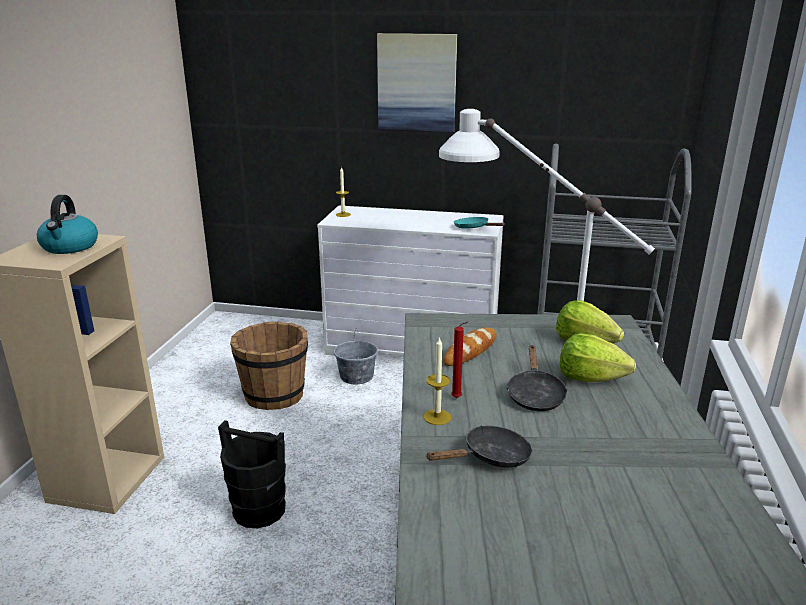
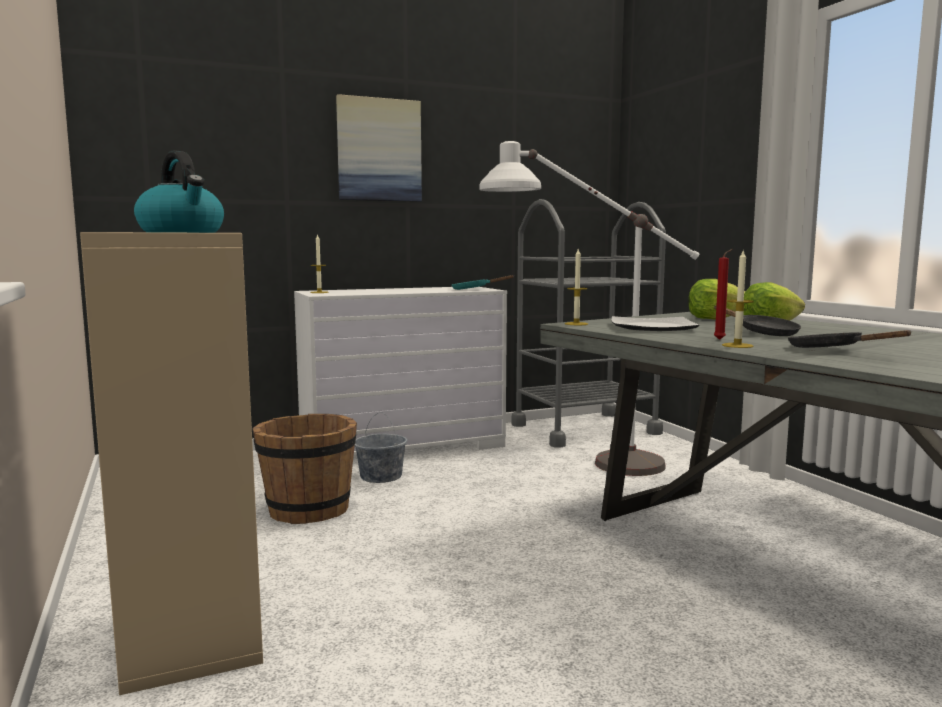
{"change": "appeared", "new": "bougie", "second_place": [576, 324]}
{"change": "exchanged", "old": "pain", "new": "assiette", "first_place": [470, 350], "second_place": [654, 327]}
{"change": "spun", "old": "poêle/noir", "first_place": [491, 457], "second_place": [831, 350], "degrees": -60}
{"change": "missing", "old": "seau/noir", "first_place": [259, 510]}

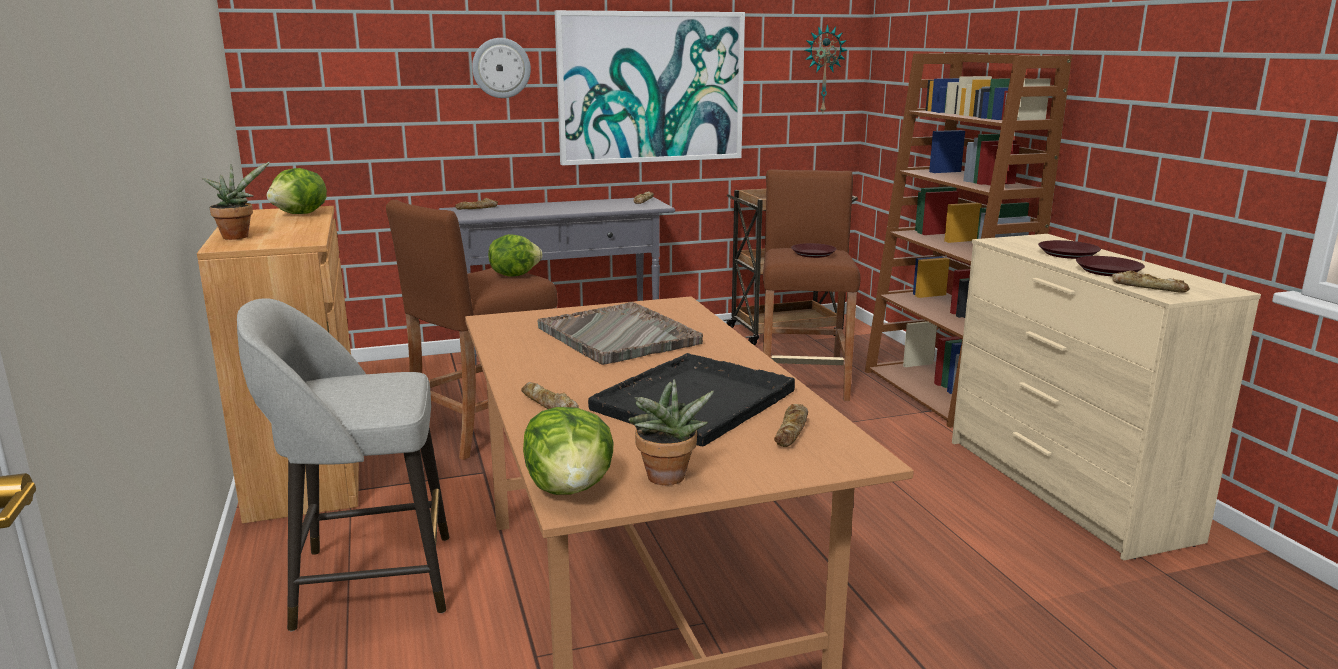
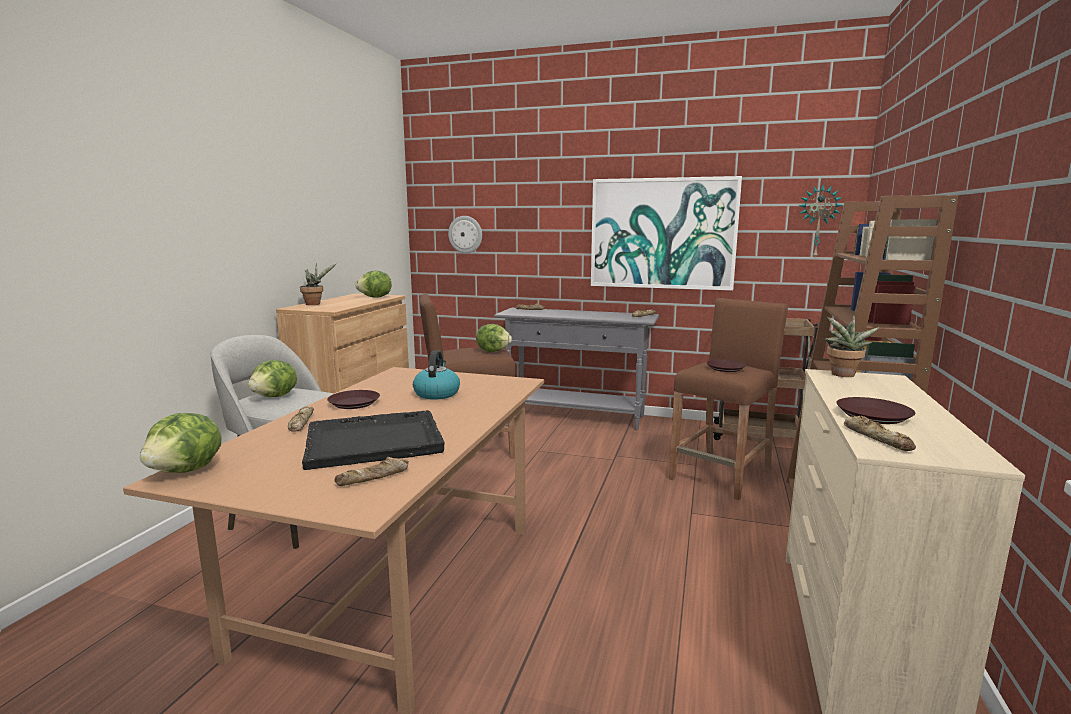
{"change": "appeared", "new": "laitue", "second_place": [275, 396]}
{"change": "relocated", "old": "assiette/marron", "first_place": [1068, 254], "second_place": [354, 403]}
{"change": "exchanged", "old": "plateau/gris", "new": "bouilloire", "first_place": [618, 336], "second_place": [436, 393]}
{"change": "relocated", "old": "horloge murale", "first_place": [501, 68], "second_place": [465, 234]}
{"change": "relocated", "old": "plante en pot", "first_place": [666, 480], "second_place": [842, 375]}

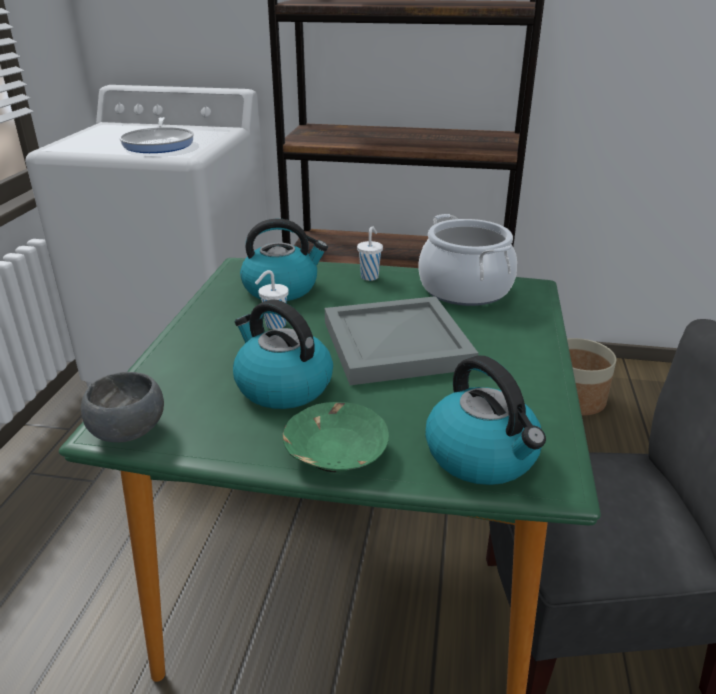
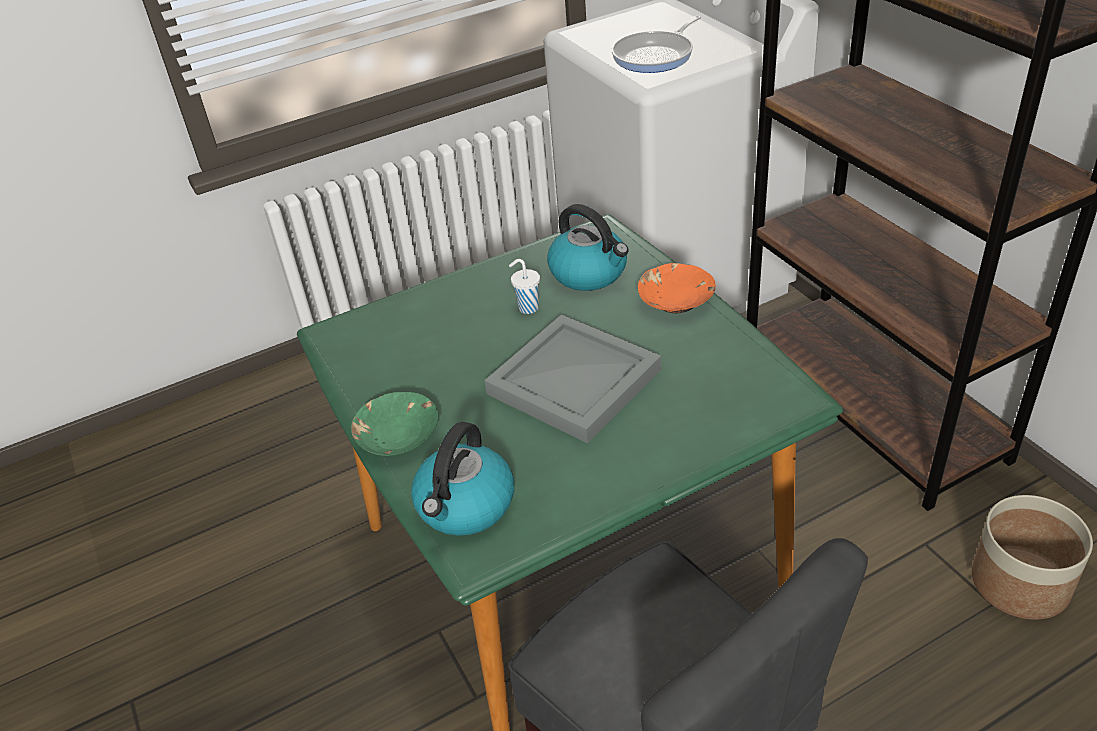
{"change": "exchanged", "old": "tasse/blanc", "new": "bol/orange", "first_place": [370, 277], "second_place": [676, 300]}
{"change": "missing", "old": "bol/gris", "first_place": [130, 431]}
{"change": "missing", "old": "bouilloire", "first_place": [282, 386]}
{"change": "missing", "old": "marmite", "first_place": [464, 289]}

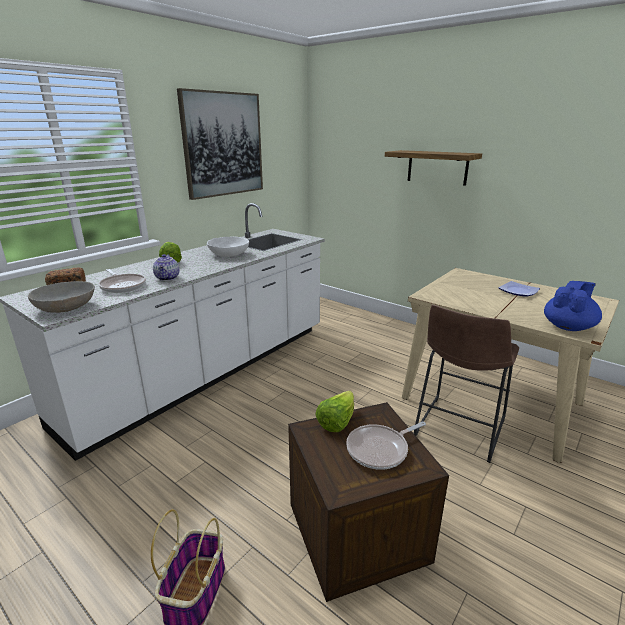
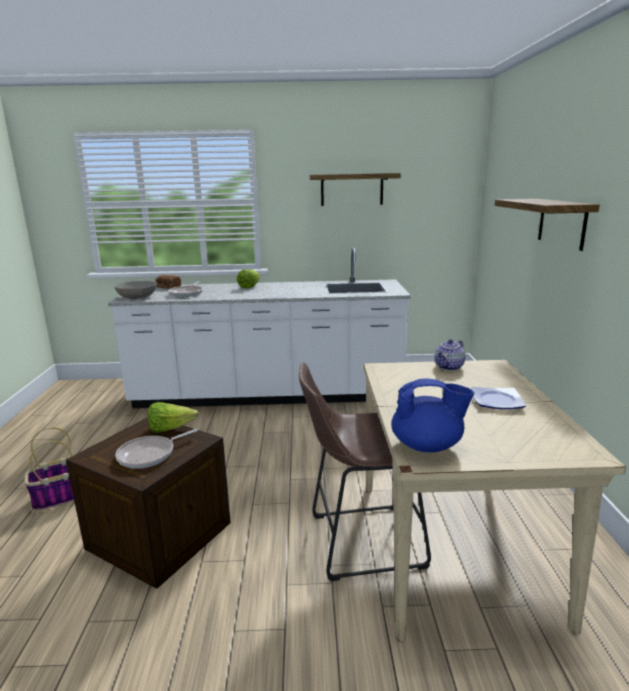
{"change": "spun", "old": "poêle", "first_place": [380, 449], "second_place": [150, 455], "degrees": -60}
{"change": "exchanged", "old": "tableau", "new": "étagère", "first_place": [223, 144], "second_place": [352, 189]}
{"change": "relocated", "old": "théière", "first_place": [168, 278], "second_place": [449, 367]}
{"change": "missing", "old": "bol/blanc", "first_place": [228, 254]}

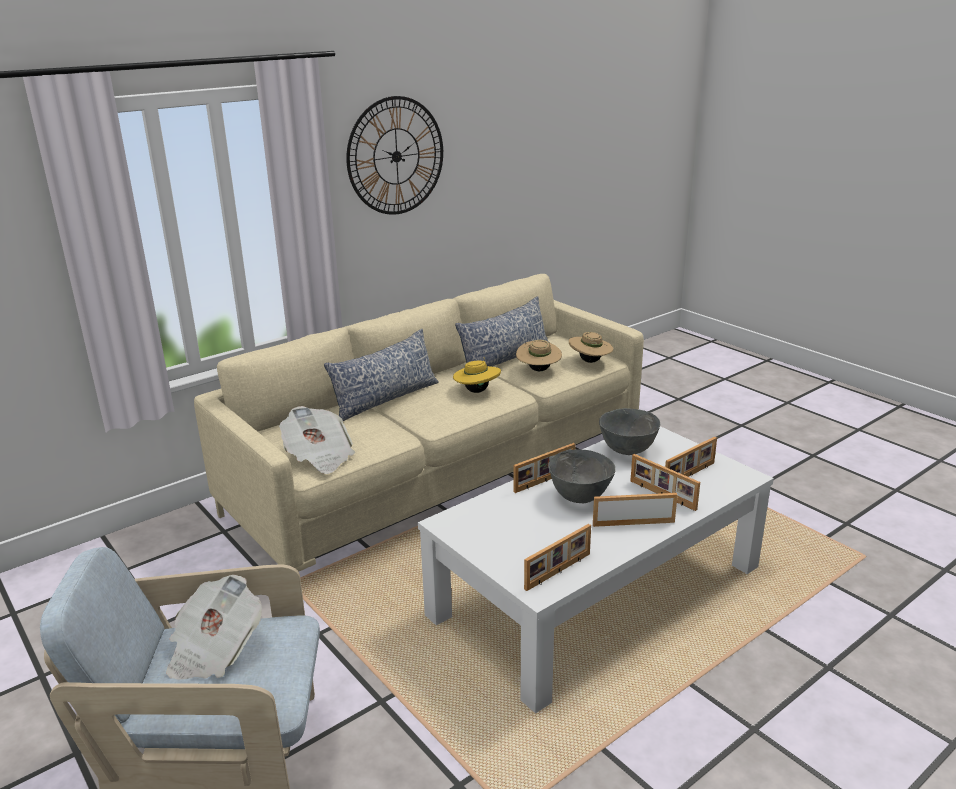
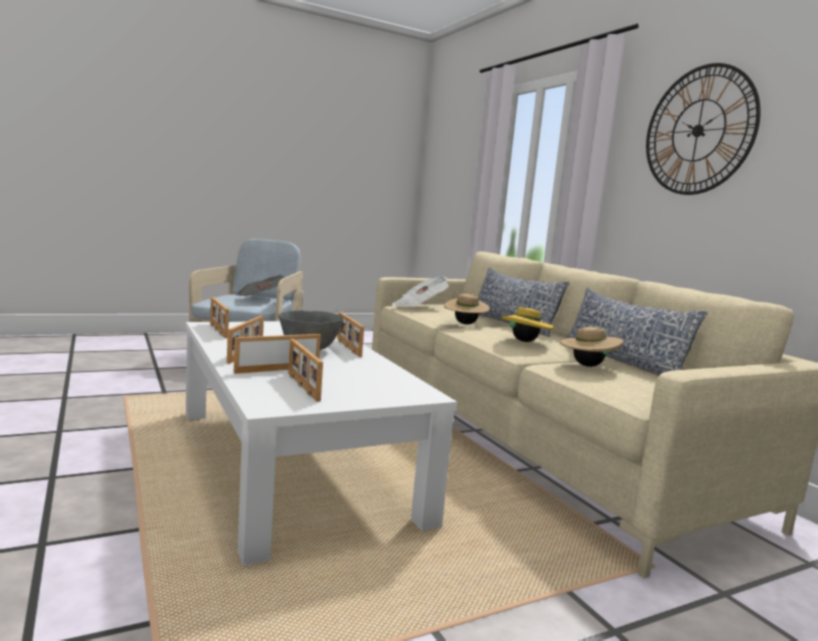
{"change": "relocated", "old": "chapeau/beige", "first_place": [590, 361], "second_place": [464, 324]}
{"change": "missing", "old": "bol/gris", "first_place": [627, 450]}

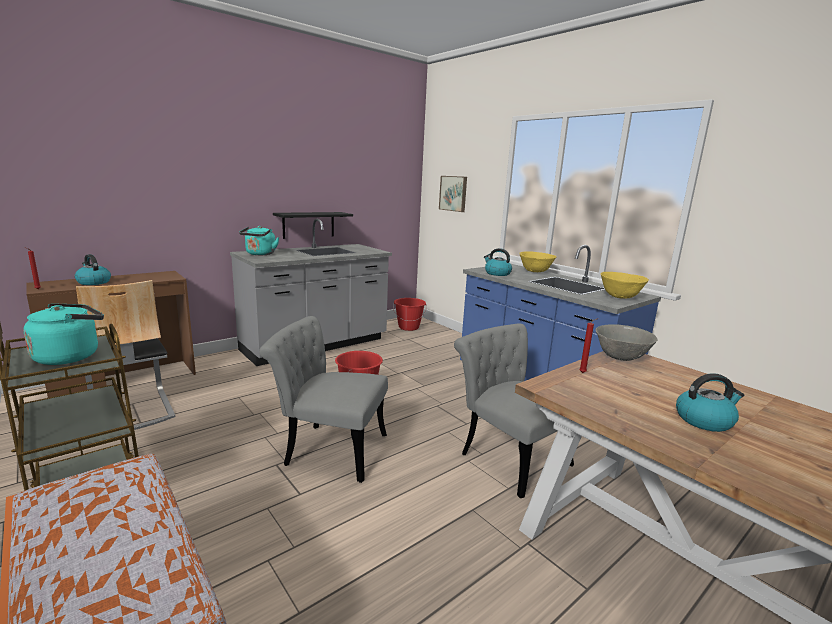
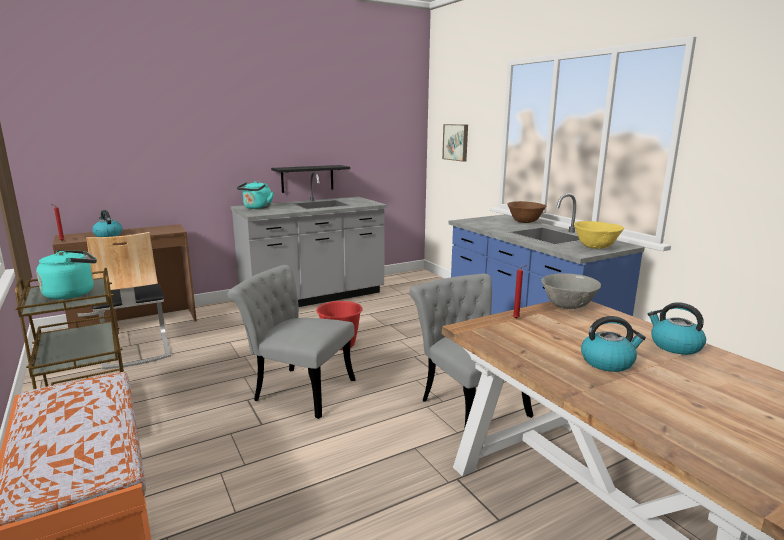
{"change": "colour", "old": "bol/jaune", "new": "bol/marron", "first_place": [535, 271], "second_place": [525, 222]}
{"change": "relocated", "old": "bouilloire", "first_place": [497, 273], "second_place": [674, 346]}
{"change": "missing", "old": "seau/rouge", "first_place": [408, 327]}

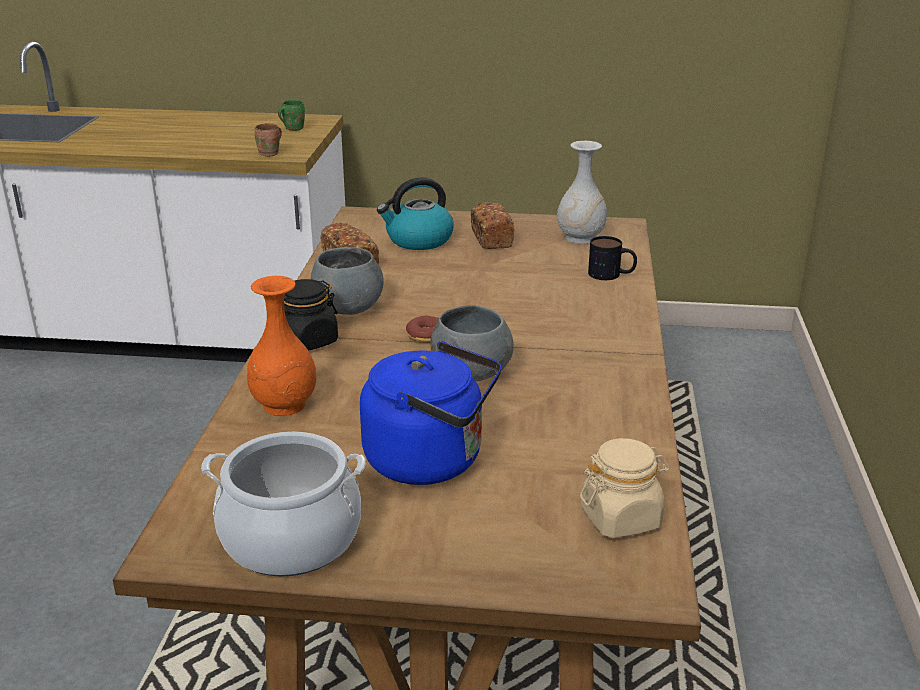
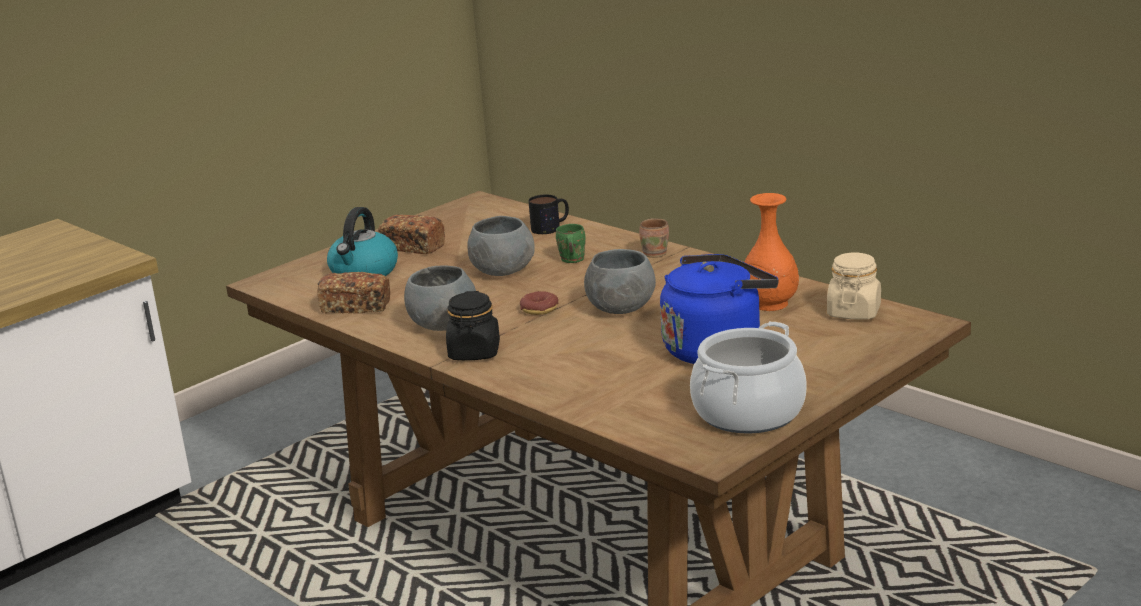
{"change": "appeared", "new": "bol/gris", "second_place": [502, 271]}
{"change": "relocated", "old": "mug/vert", "first_place": [292, 128], "second_place": [571, 260]}
{"change": "relocated", "old": "mug/marron", "first_place": [271, 153], "second_place": [655, 253]}
{"change": "relocated", "old": "vase/orange", "first_place": [283, 405], "second_place": [769, 304]}
{"change": "missing", "old": "vase/blanc", "first_place": [581, 238]}

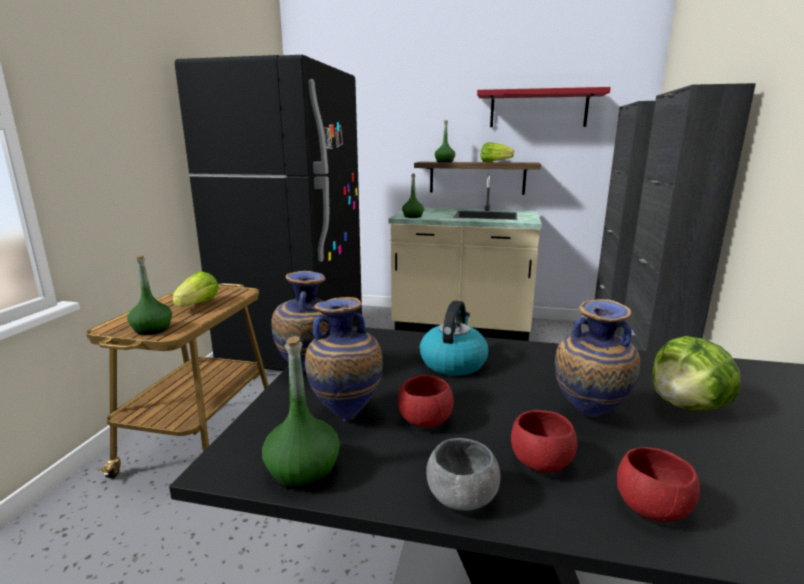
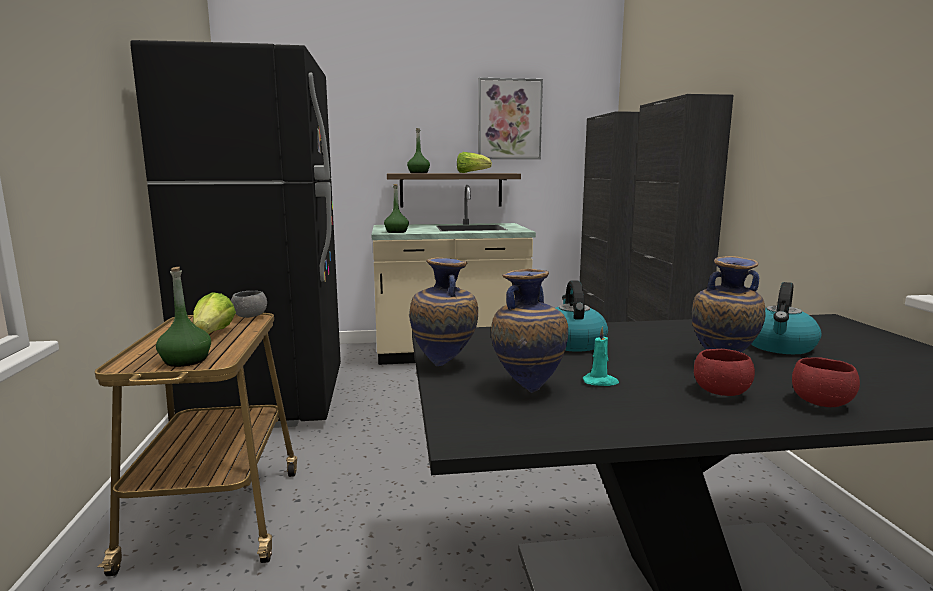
{"change": "relocated", "old": "bol/gris", "first_place": [461, 497], "second_place": [250, 316]}
{"change": "exchanged", "old": "étagère/rouge", "new": "tableau", "first_place": [538, 109], "second_place": [509, 119]}
{"change": "exchanged", "old": "bol/rouge", "new": "bougie/turquoise", "first_place": [425, 420], "second_place": [600, 382]}
{"change": "exchanged", "old": "laitue", "new": "bouilloire", "first_place": [687, 406], "second_place": [779, 346]}
{"change": "missing", "old": "bouteille/vert", "first_place": [303, 471]}

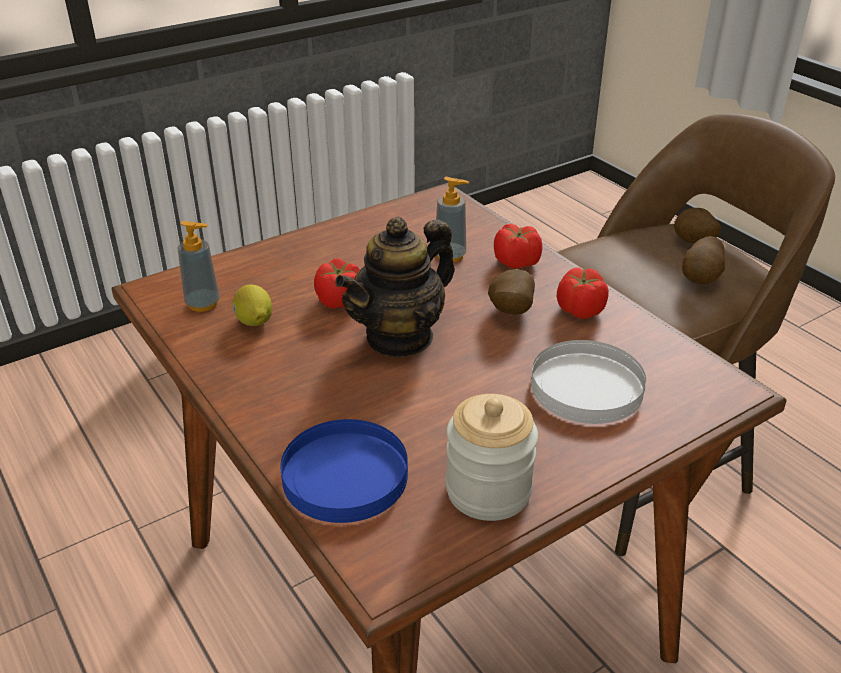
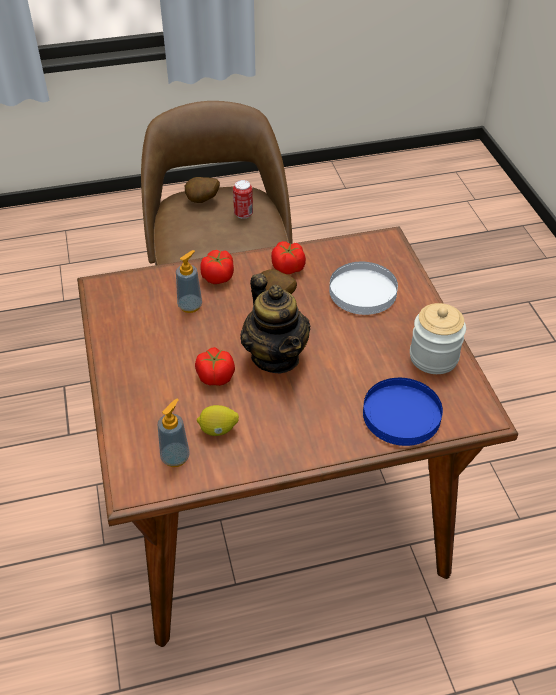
{"change": "exchanged", "old": "pomme de terre", "new": "boîte métallique", "first_place": [701, 279], "second_place": [243, 214]}

